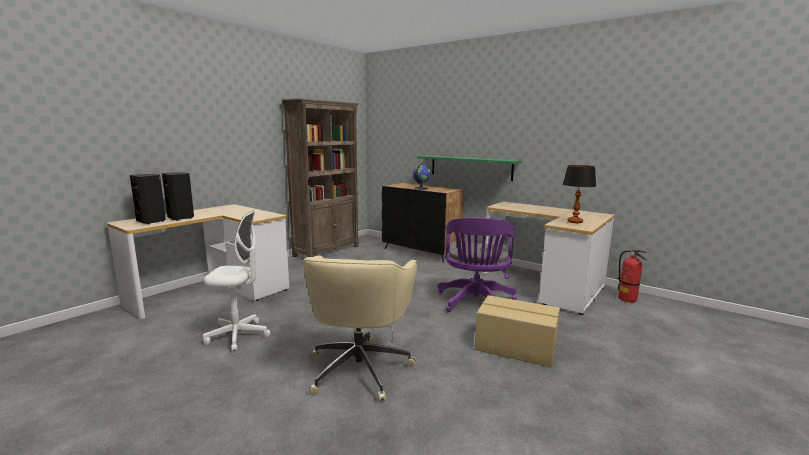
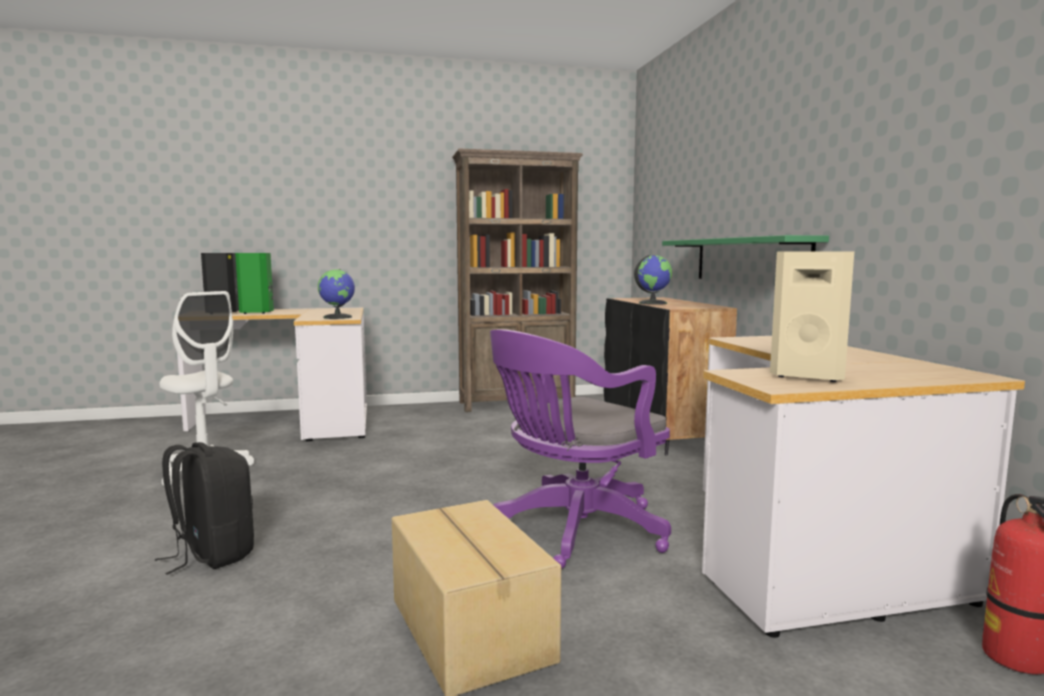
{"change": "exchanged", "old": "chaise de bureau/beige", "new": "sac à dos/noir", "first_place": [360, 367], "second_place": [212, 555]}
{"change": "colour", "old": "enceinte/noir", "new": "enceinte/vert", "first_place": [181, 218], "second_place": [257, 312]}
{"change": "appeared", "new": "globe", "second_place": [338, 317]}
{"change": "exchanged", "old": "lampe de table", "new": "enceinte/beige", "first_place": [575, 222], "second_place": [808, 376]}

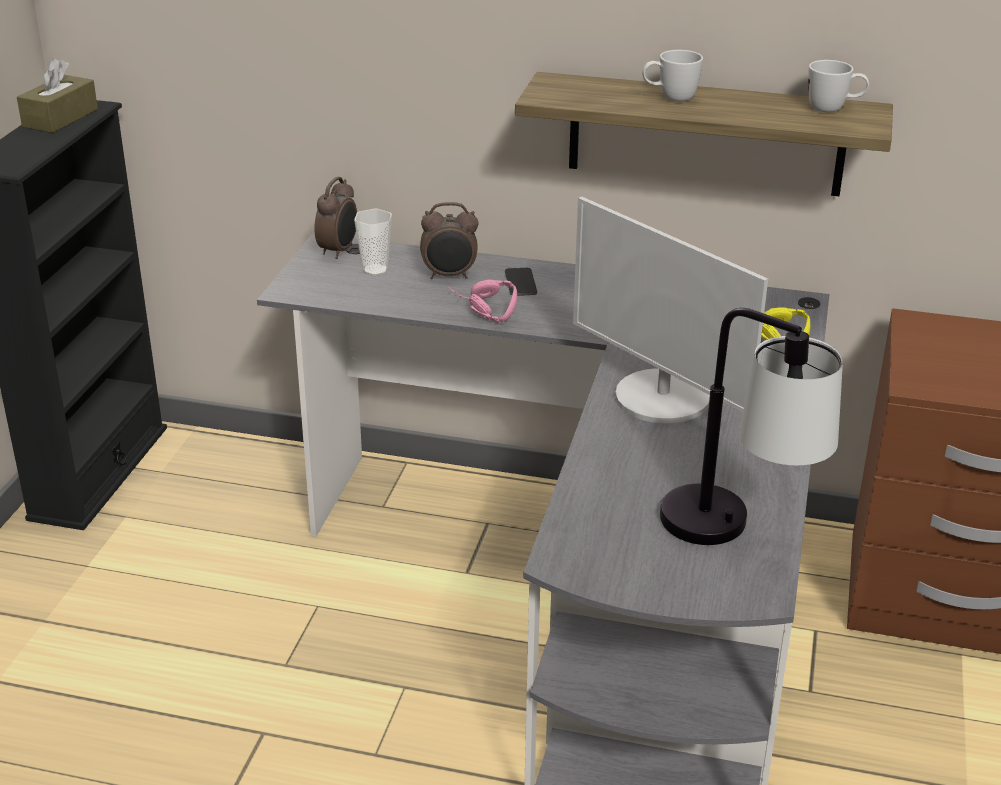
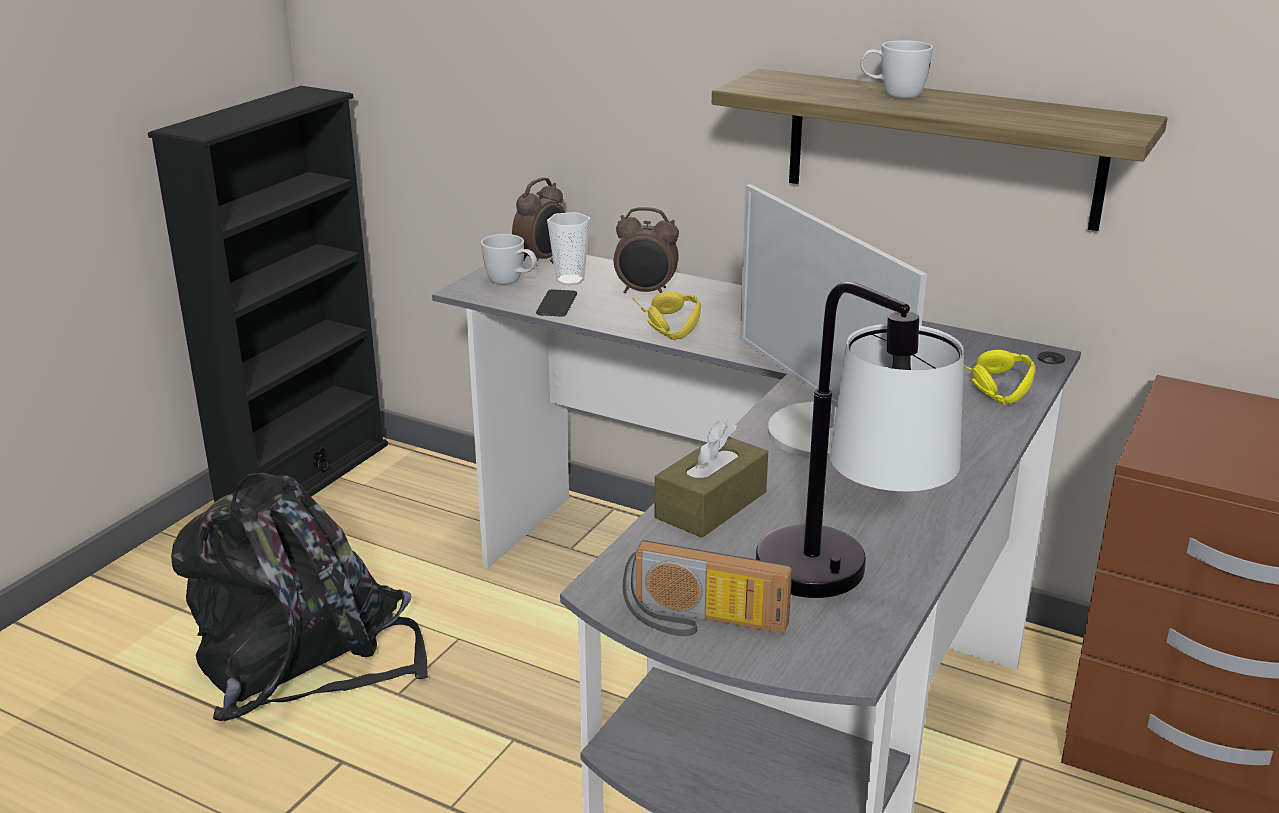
{"change": "appeared", "new": "sac à dos/noir", "second_place": [304, 659]}
{"change": "relocated", "old": "mug/blanc", "first_place": [834, 110], "second_place": [511, 283]}
{"change": "relocated", "old": "téléphone", "first_place": [520, 283], "second_place": [556, 304]}
{"change": "appeared", "new": "radio", "second_place": [701, 623]}
{"change": "colour", "old": "casque audio/rose", "new": "casque audio/jaune", "first_place": [477, 311], "second_place": [657, 327]}
{"change": "relocated", "old": "boîte à mouchoirs/marron", "first_place": [60, 118], "second_place": [711, 505]}

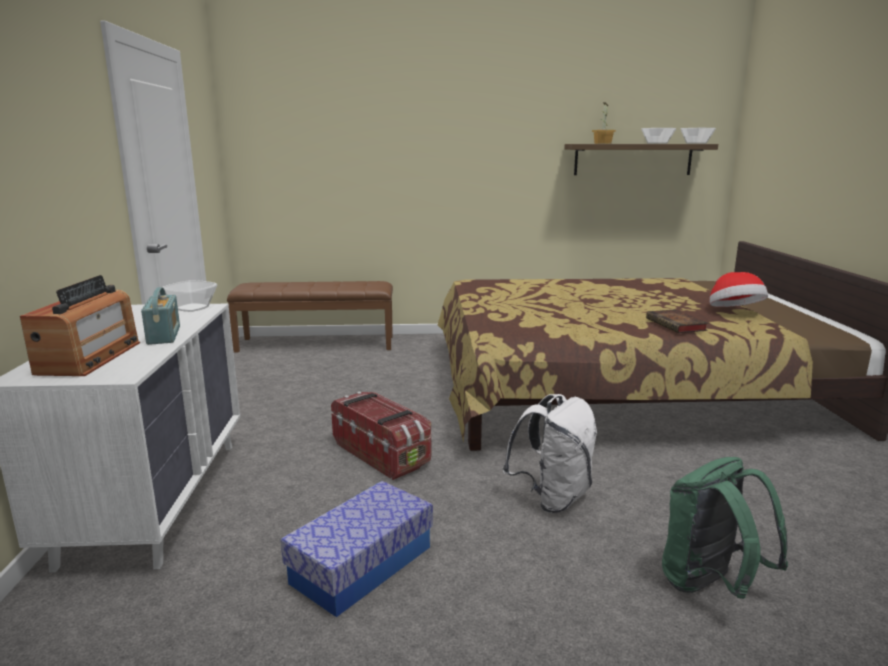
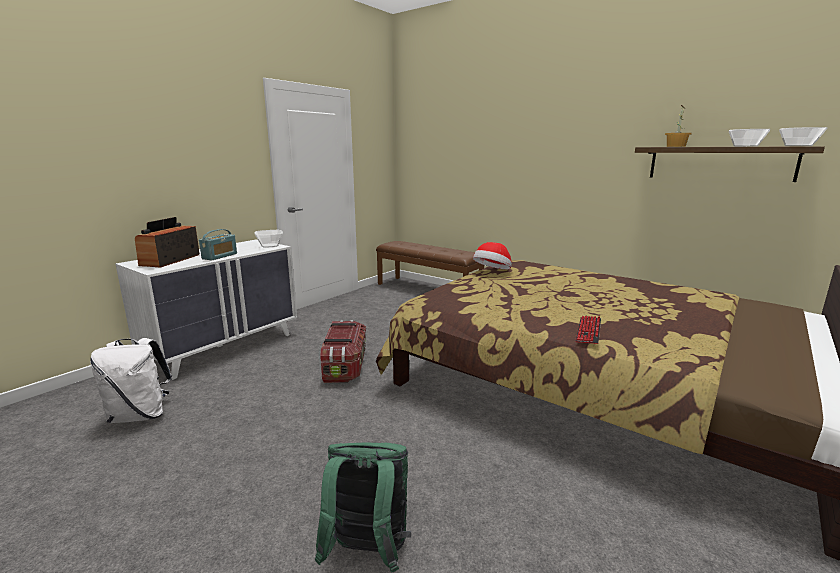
{"change": "relocated", "old": "sac à dos/blanc", "first_place": [552, 498], "second_place": [140, 415]}
{"change": "spun", "old": "radio", "first_place": [90, 358], "second_place": [170, 260], "degrees": 150}
{"change": "relocated", "old": "chapeau", "first_place": [734, 312], "second_place": [492, 272]}
{"change": "exchanged", "old": "livre", "new": "clavier", "first_place": [677, 325], "second_place": [588, 331]}
{"change": "missing", "old": "boîte de rangement", "first_place": [362, 565]}

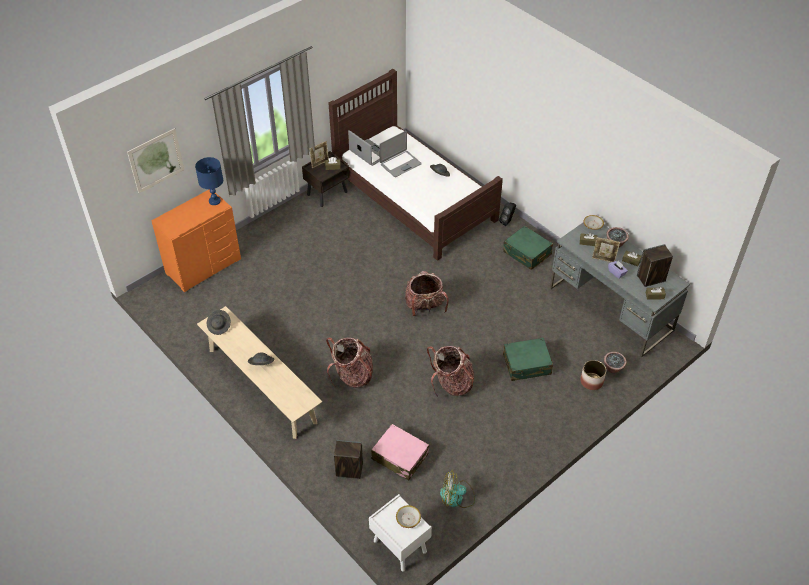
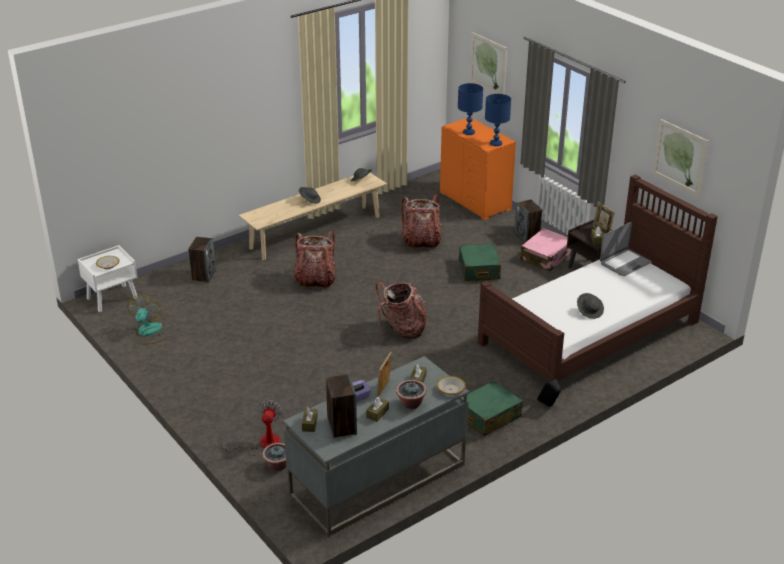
{"change": "exchanged", "old": "cache-pot", "new": "ventilateur", "first_place": [591, 381], "second_place": [262, 444]}
{"change": "relocated", "old": "sac à dos", "first_place": [451, 384], "second_place": [421, 241]}
{"change": "appeared", "new": "lampe de table/bleu", "second_place": [469, 132]}
{"change": "relocated", "old": "valise/vert", "first_place": [527, 364], "second_place": [479, 270]}
{"change": "appeared", "new": "enceinte", "second_place": [527, 237]}
{"change": "relocated", "old": "valise/rose", "first_place": [400, 456], "second_place": [546, 257]}
{"change": "appeared", "new": "tableau", "second_place": [680, 157]}
{"change": "missing", "old": "ordinateur portable", "first_place": [400, 164]}

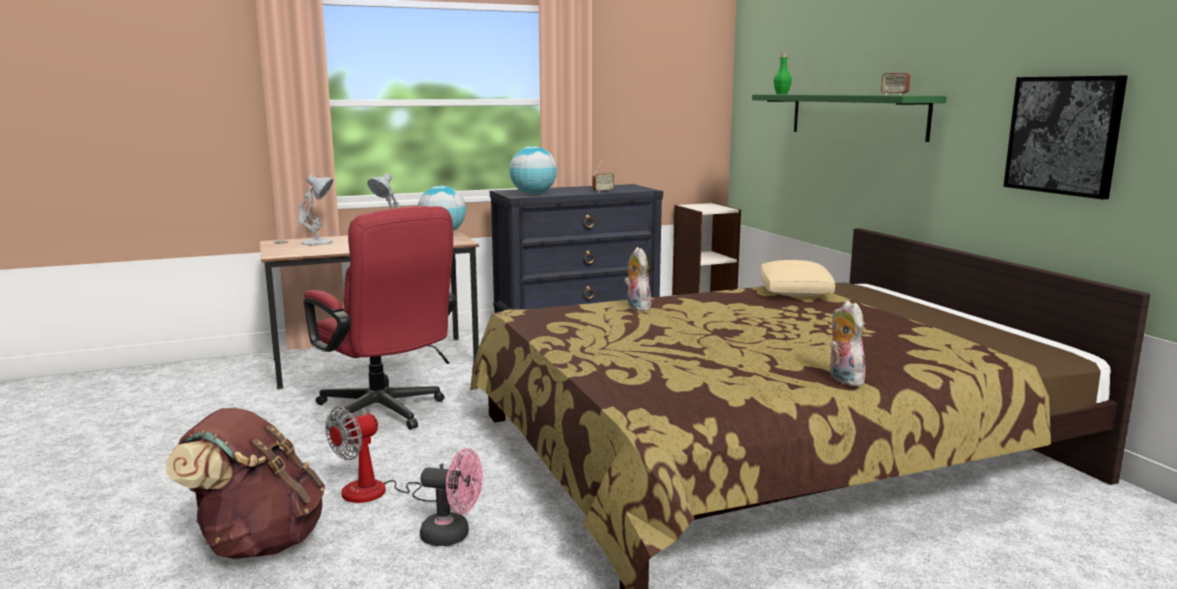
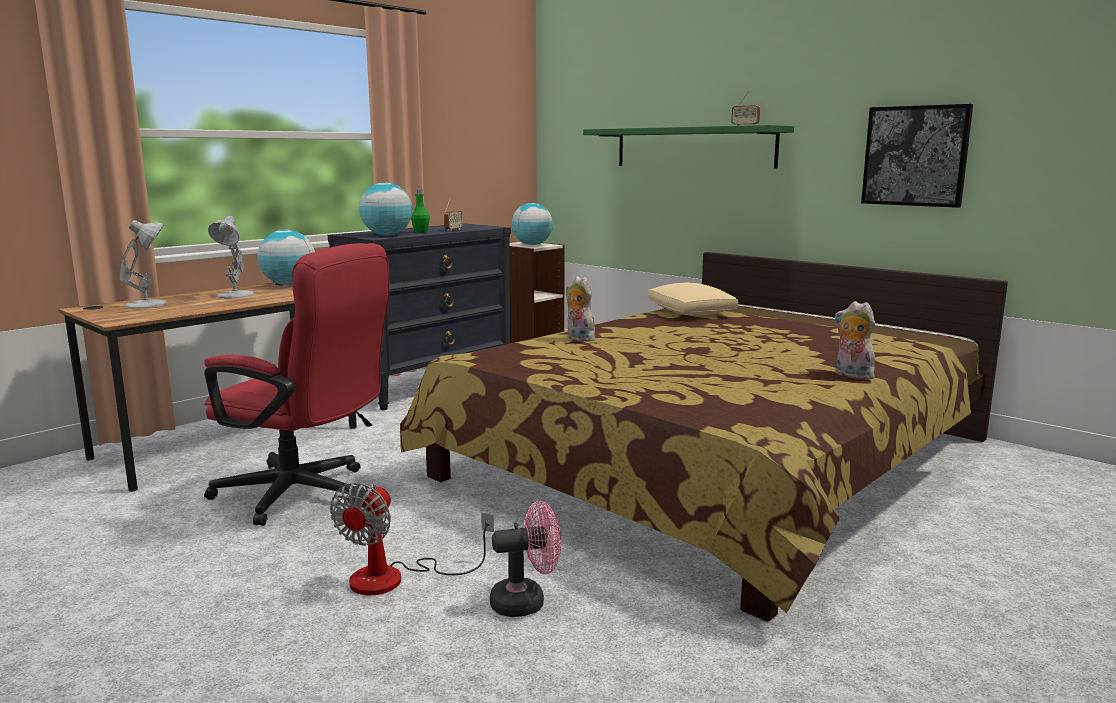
{"change": "relocated", "old": "bouteille/vert", "first_place": [781, 94], "second_place": [421, 232]}
{"change": "appeared", "new": "globe", "second_place": [532, 244]}
{"change": "missing", "old": "sac à dos/marron", "first_place": [257, 543]}

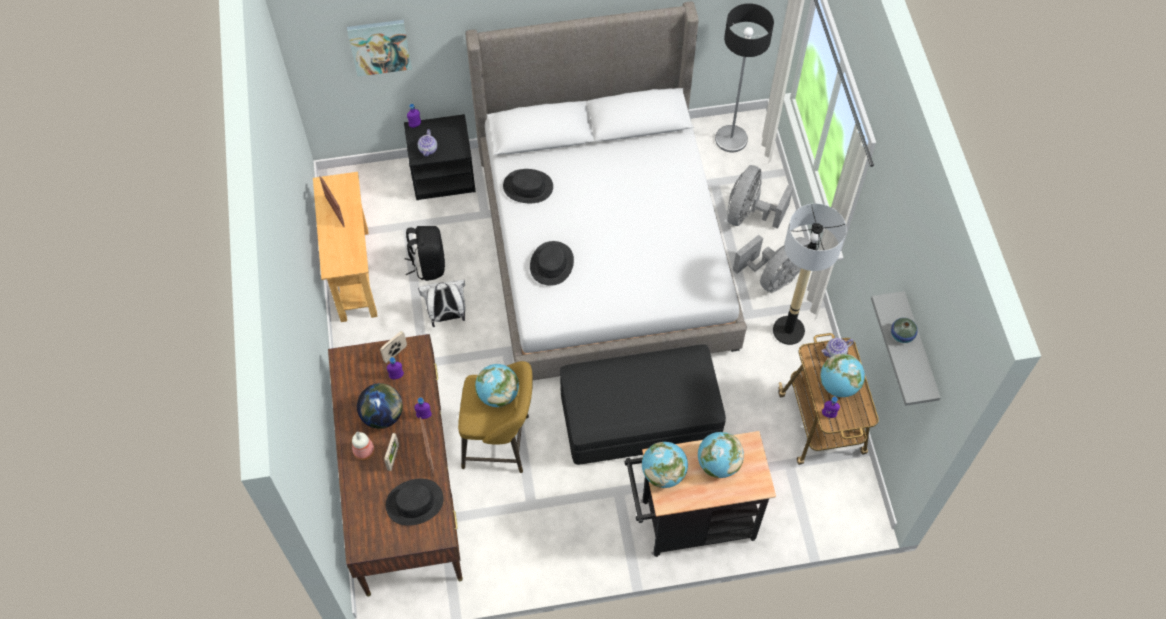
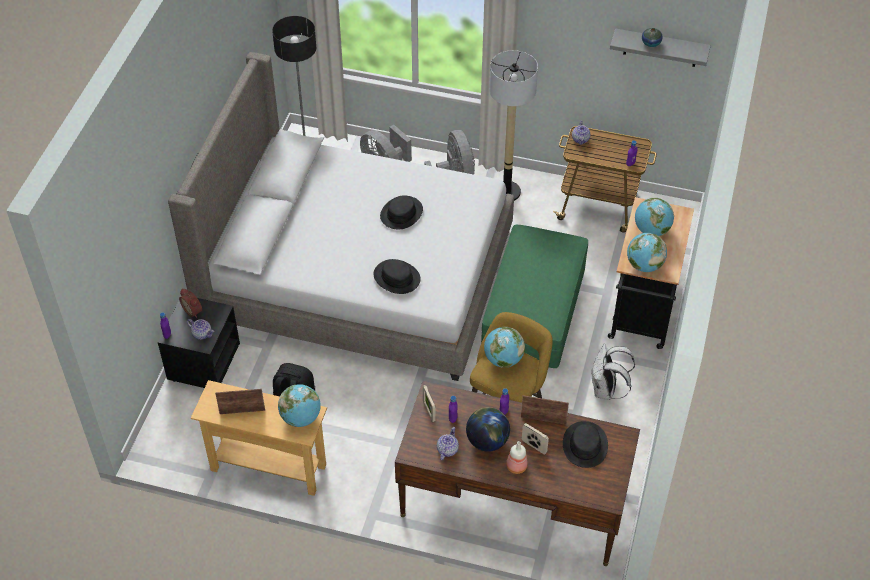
{"change": "appeared", "new": "réveil", "second_place": [193, 310]}
{"change": "relocated", "old": "globe", "first_place": [838, 385], "second_place": [301, 418]}
{"change": "relocated", "old": "chapeau/noir", "first_place": [528, 187], "second_place": [401, 213]}
{"change": "appeared", "new": "théière", "second_place": [447, 449]}
{"change": "colour", "old": "pouf/noir", "new": "pouf/vert", "first_place": [639, 417], "second_place": [533, 312]}
{"change": "relocated", "old": "sac à dos/blanc", "first_place": [447, 316], "second_place": [606, 390]}
{"change": "missing", "old": "tableau", "first_place": [379, 46]}

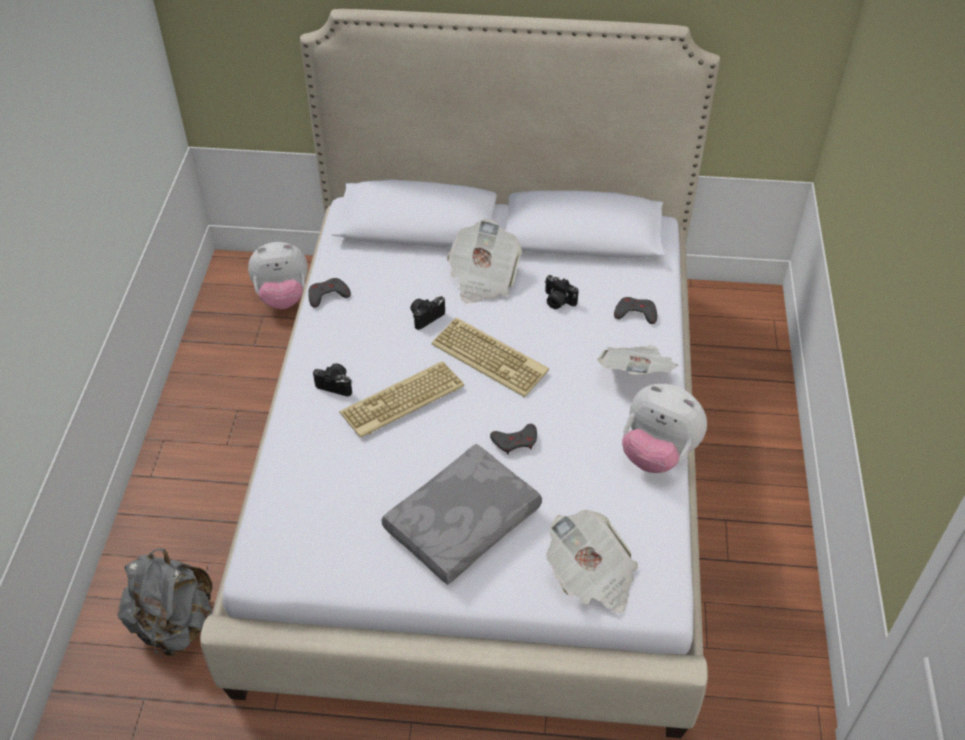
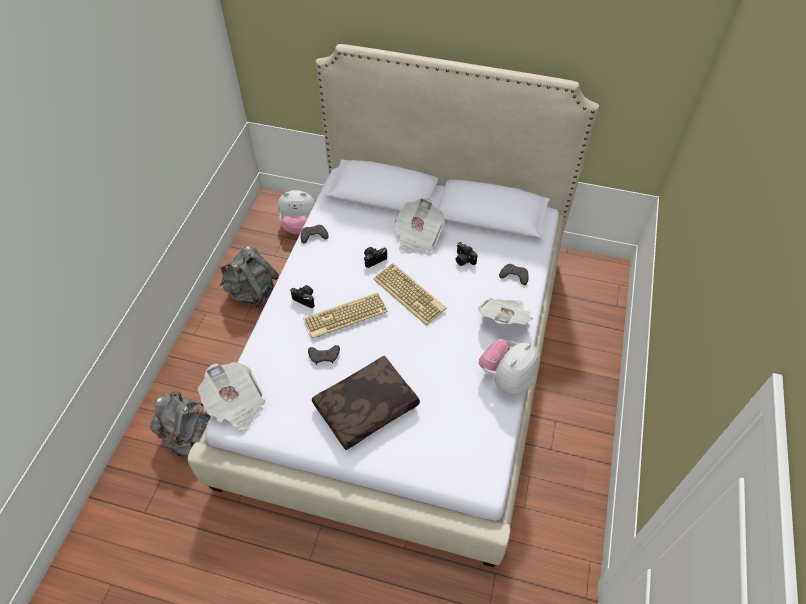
{"change": "relocated", "old": "journal", "first_place": [591, 576], "second_place": [235, 404]}
{"change": "appeared", "new": "sac à dos/gris", "second_place": [252, 292]}
{"change": "relocated", "old": "manette/gris", "first_place": [515, 441], "second_place": [324, 356]}
{"change": "colour", "old": "coussin/gris", "new": "coussin/marron", "first_place": [463, 524], "second_place": [366, 409]}
{"change": "spun", "old": "peluche", "first_place": [657, 453], "second_place": [507, 378], "degrees": 90}

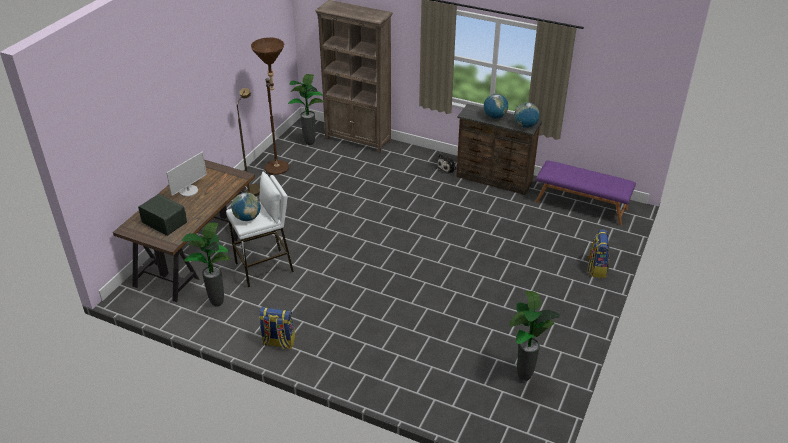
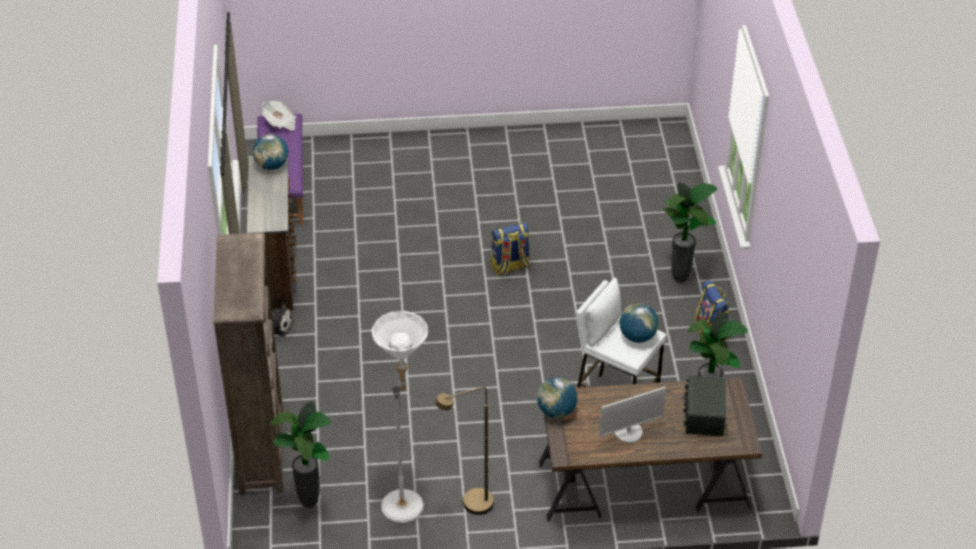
{"change": "appeared", "new": "journal", "second_place": [280, 123]}
{"change": "colour", "old": "lampadaire/marron", "new": "lampadaire/blanc", "first_place": [279, 170], "second_place": [406, 500]}
{"change": "relocated", "old": "sac à dos", "first_place": [596, 268], "second_place": [510, 267]}
{"change": "relocated", "old": "globe", "first_place": [495, 116], "second_place": [556, 411]}
{"change": "spun", "old": "écran d'ordinateur", "first_place": [189, 191], "second_place": [628, 432], "degrees": 150}
{"change": "relocated", "old": "plante en pot", "first_place": [523, 378], "second_place": [681, 279]}

